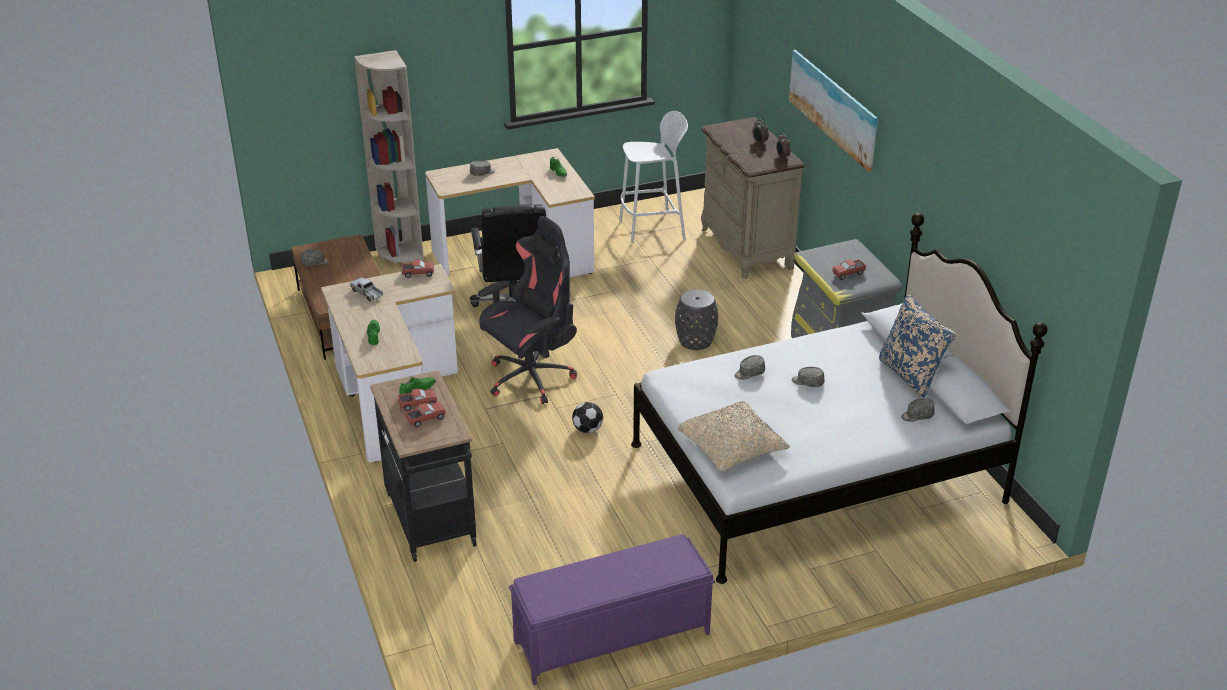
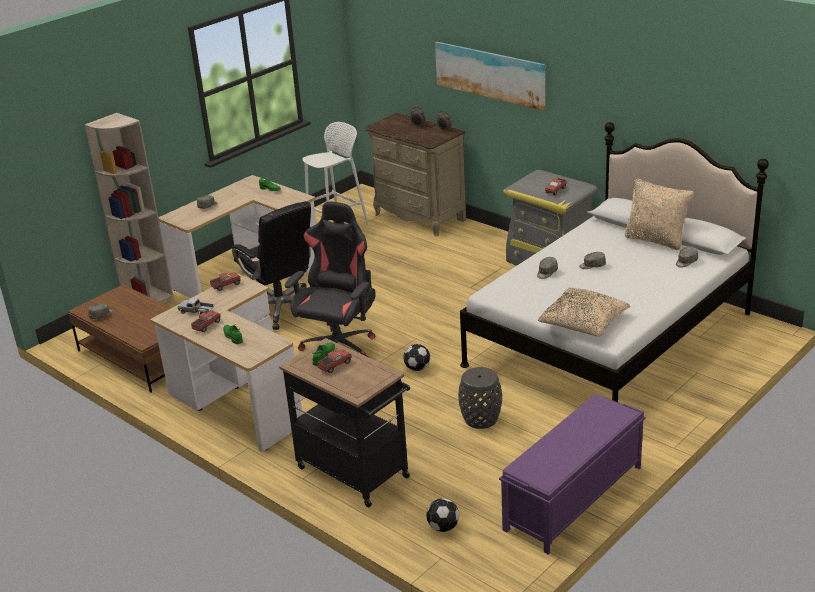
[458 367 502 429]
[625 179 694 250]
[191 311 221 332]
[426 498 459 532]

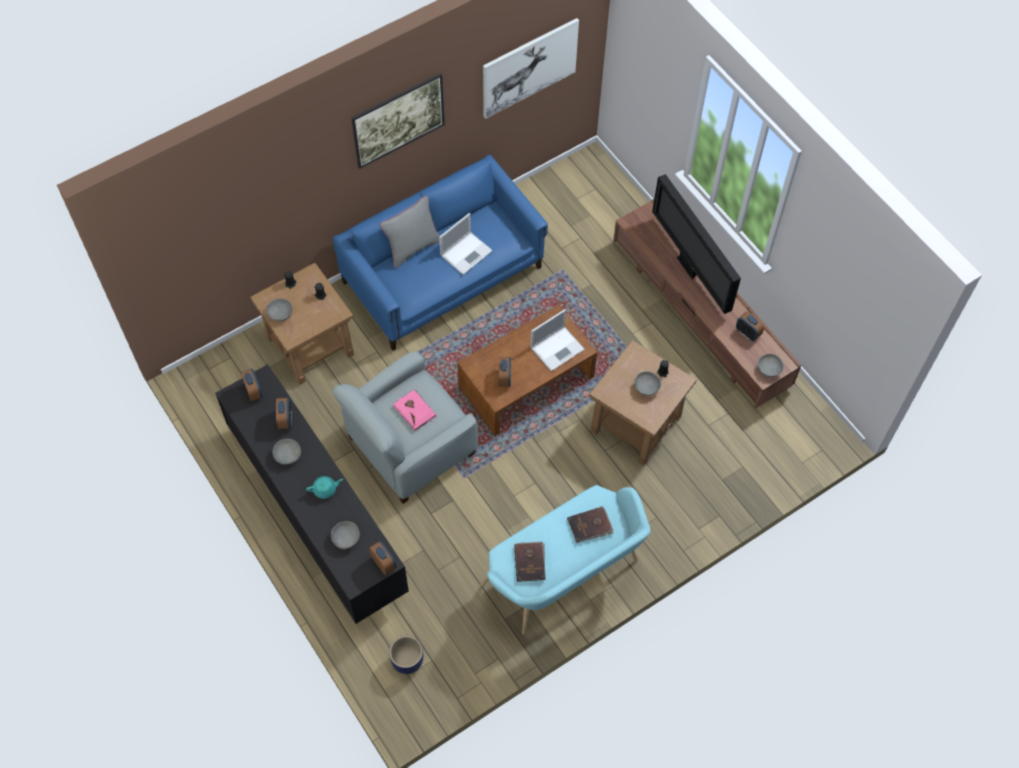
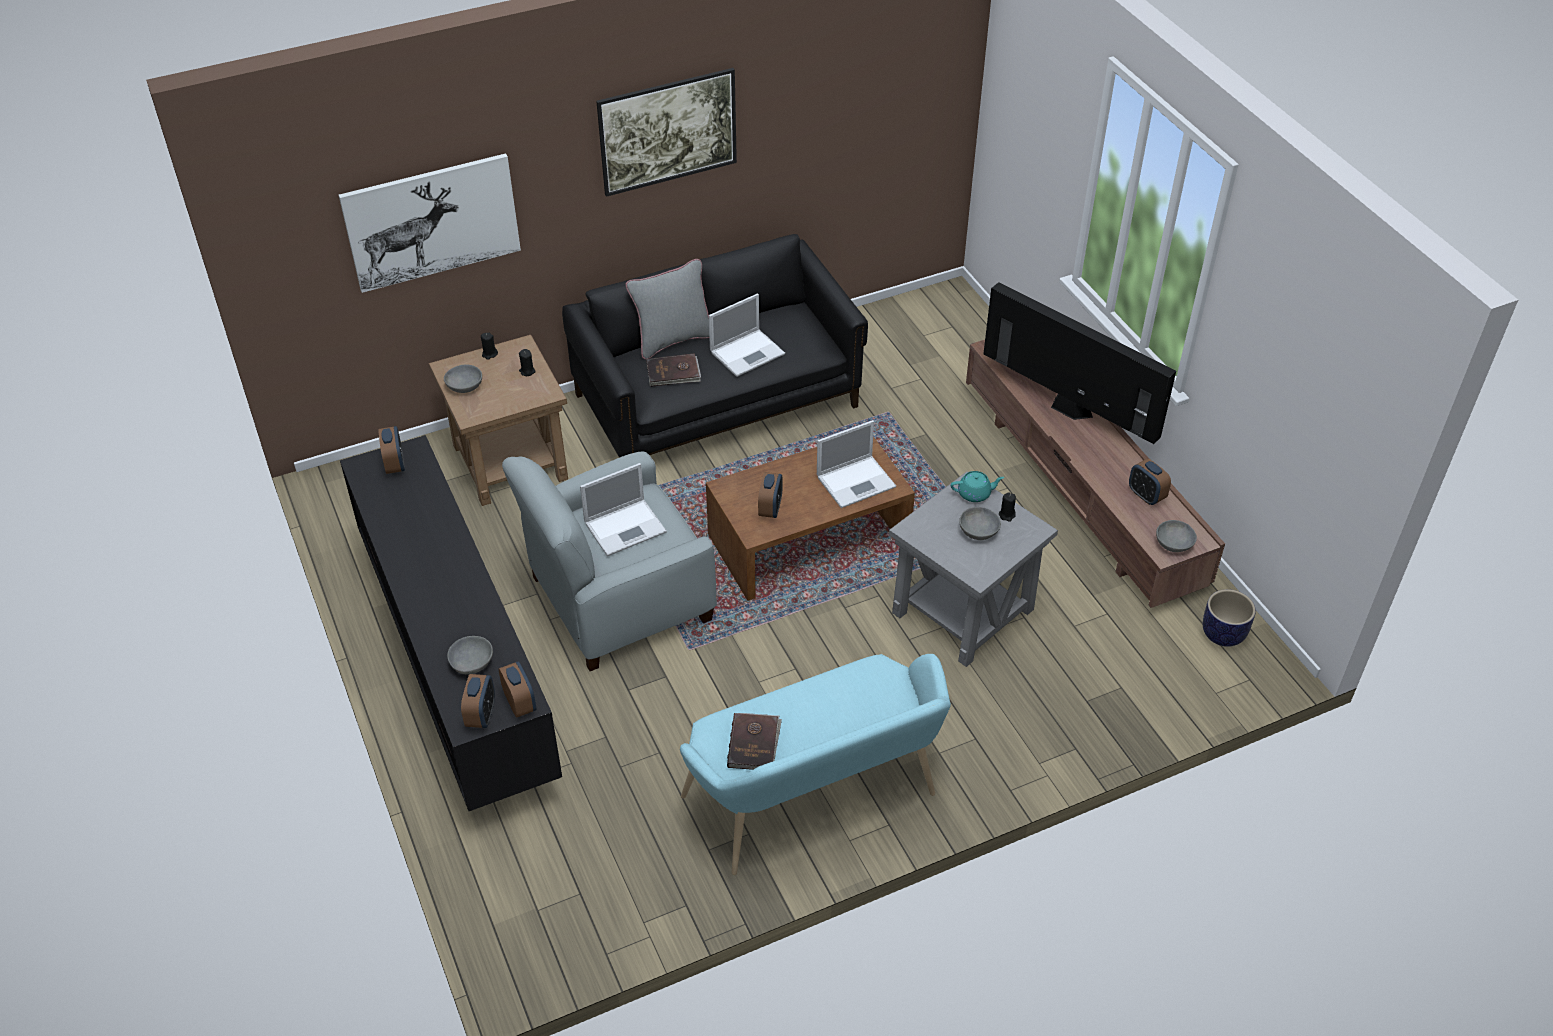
[339 153 521 293]
[562 234 868 458]
[983 282 1176 444]
[889 471 1058 667]
[580 463 667 556]
[461 674 495 728]
[273 439 301 464] (first image)
[951 471 1004 502]
[646 353 701 387]
[1203 589 1256 647]

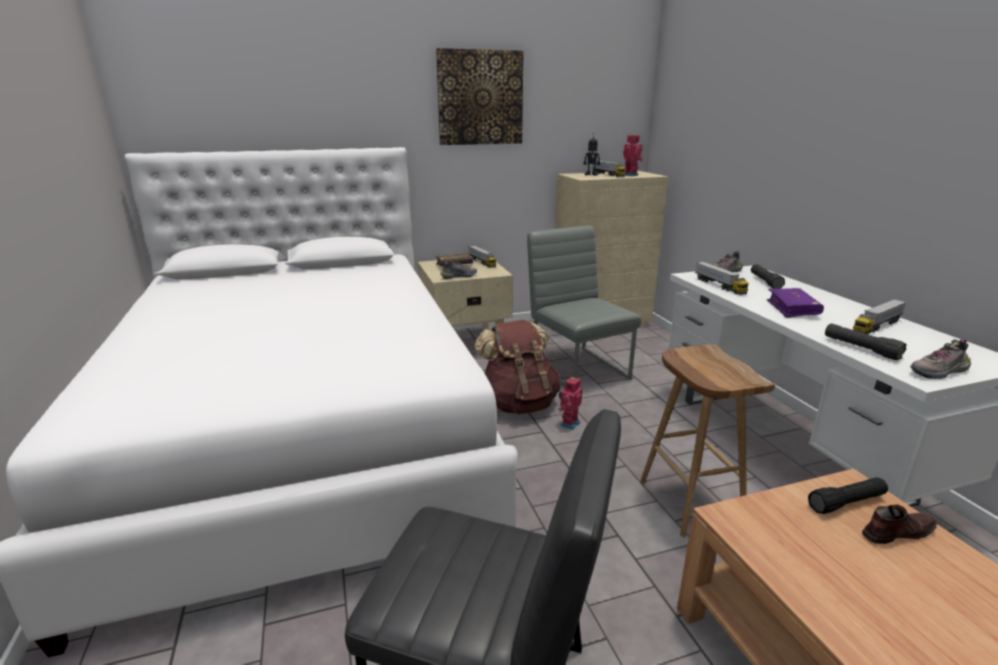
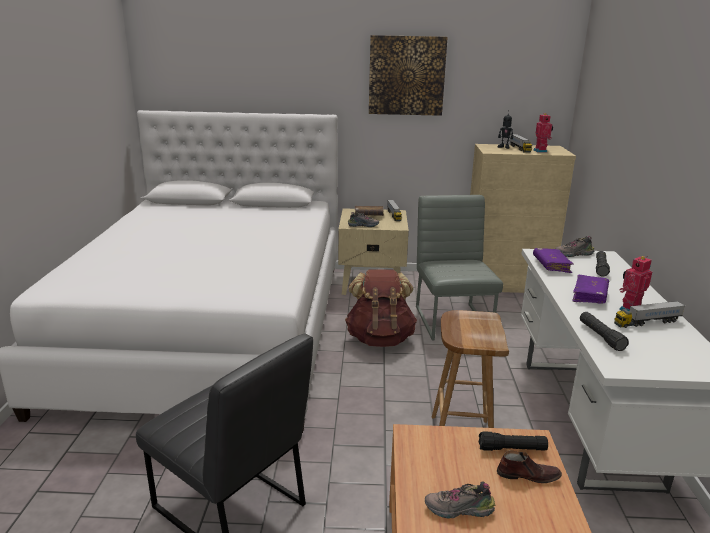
[533 248 574 273]
[425 481 495 519]
[619 256 652 311]

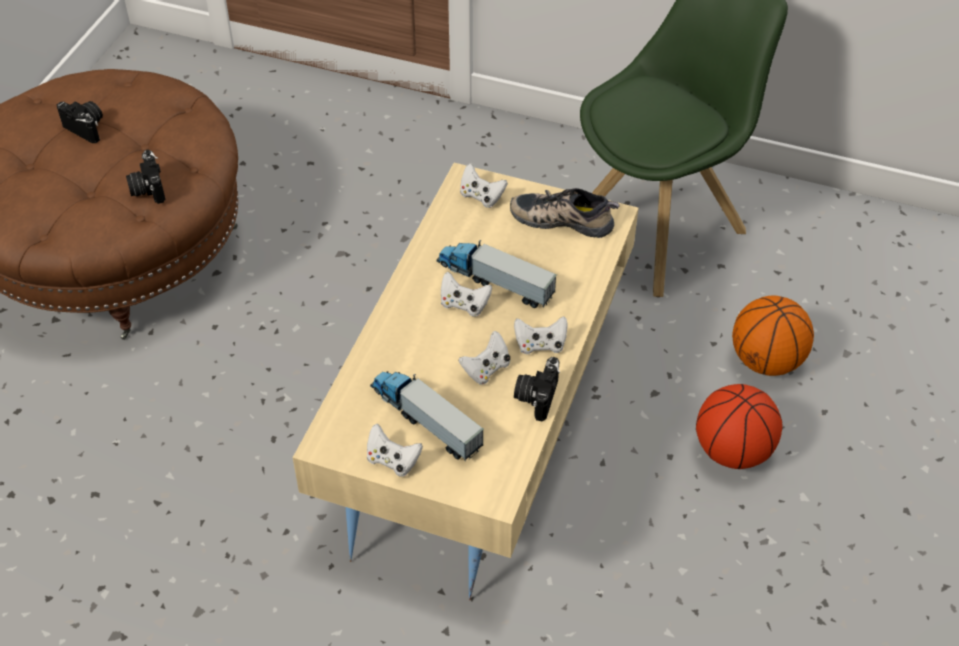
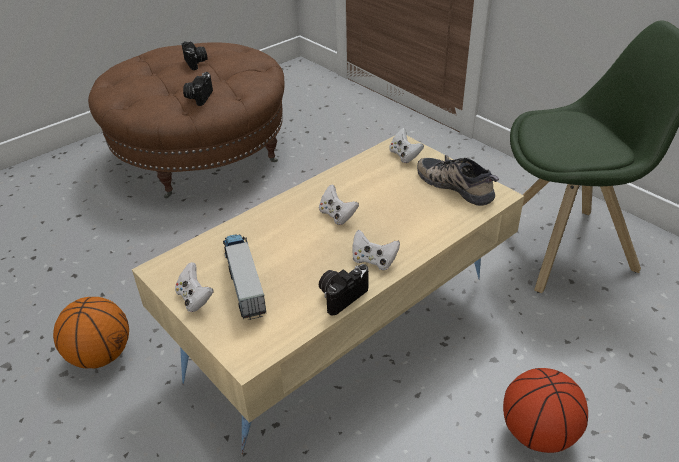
[436 240 557 308] (first image)
[53 297 129 368]
[459 331 510 385] (first image)

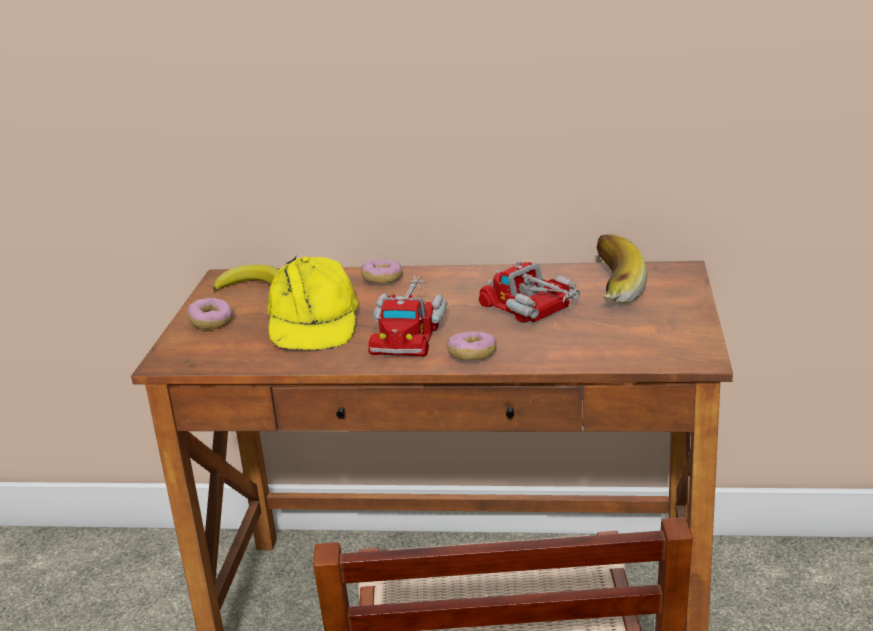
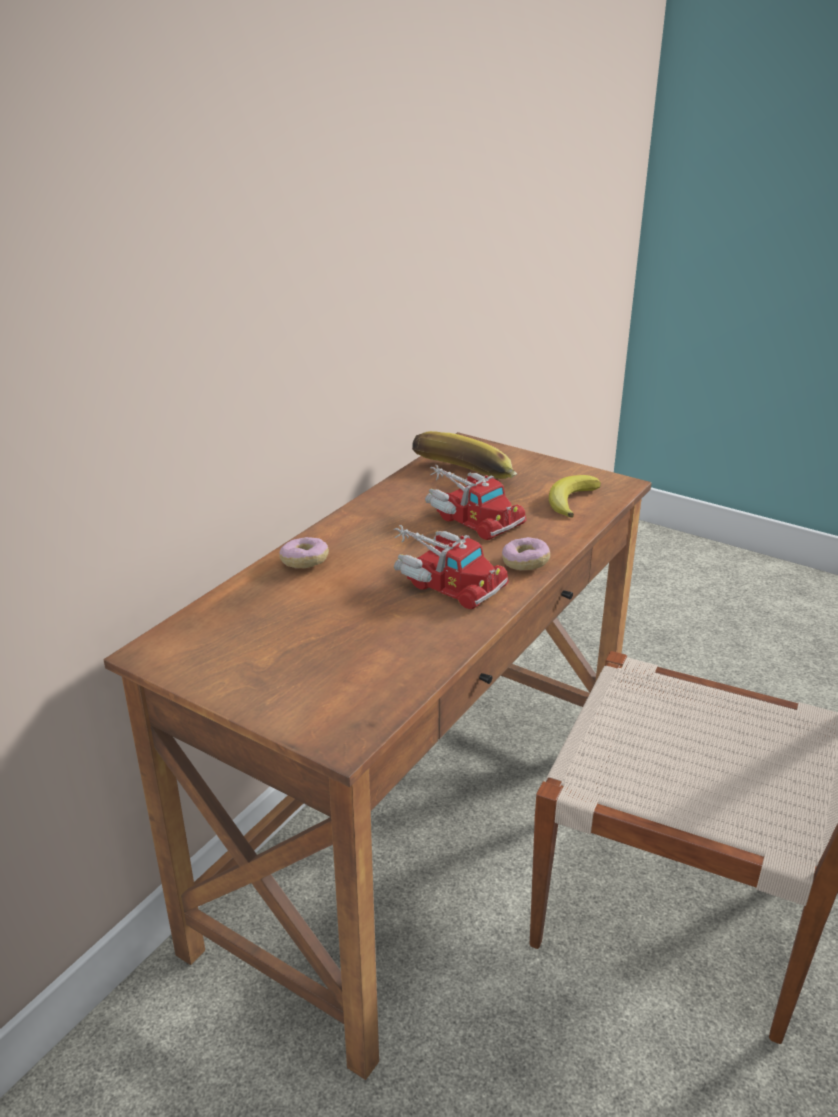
[267 256 359 350] (first image)
[425 465 526 540]
[549 475 601 518]
[187 298 233 329] (first image)

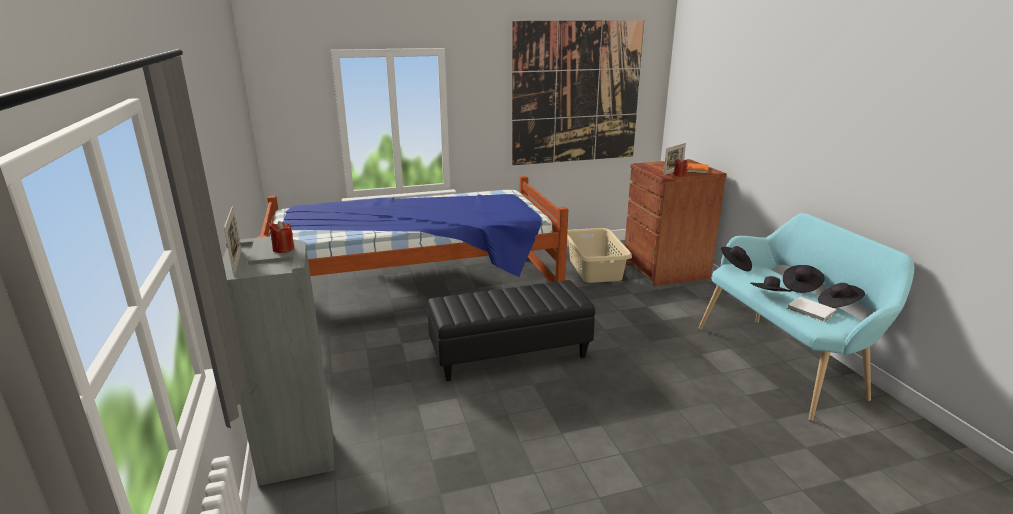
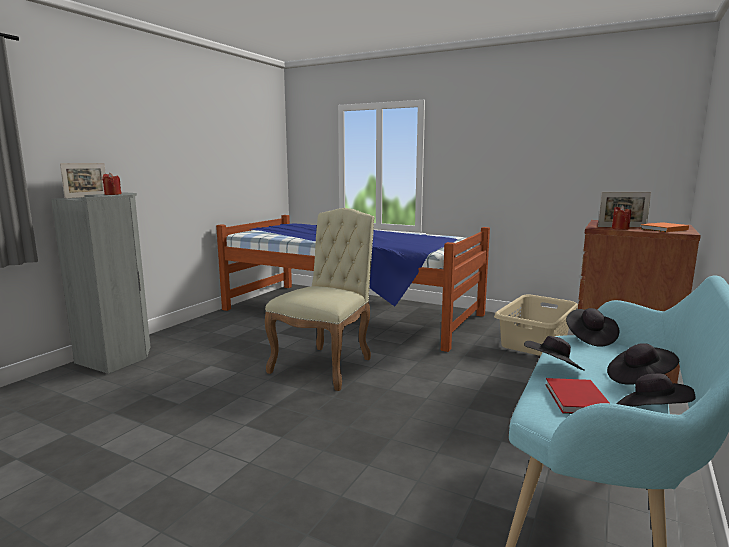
[512 20 644 165] (first image)
[265 208 375 391]
[545 378 609 414]

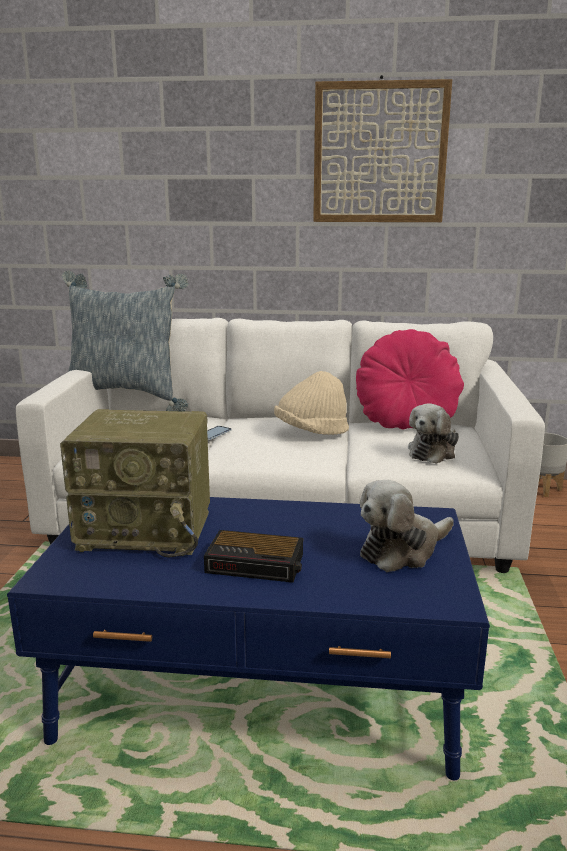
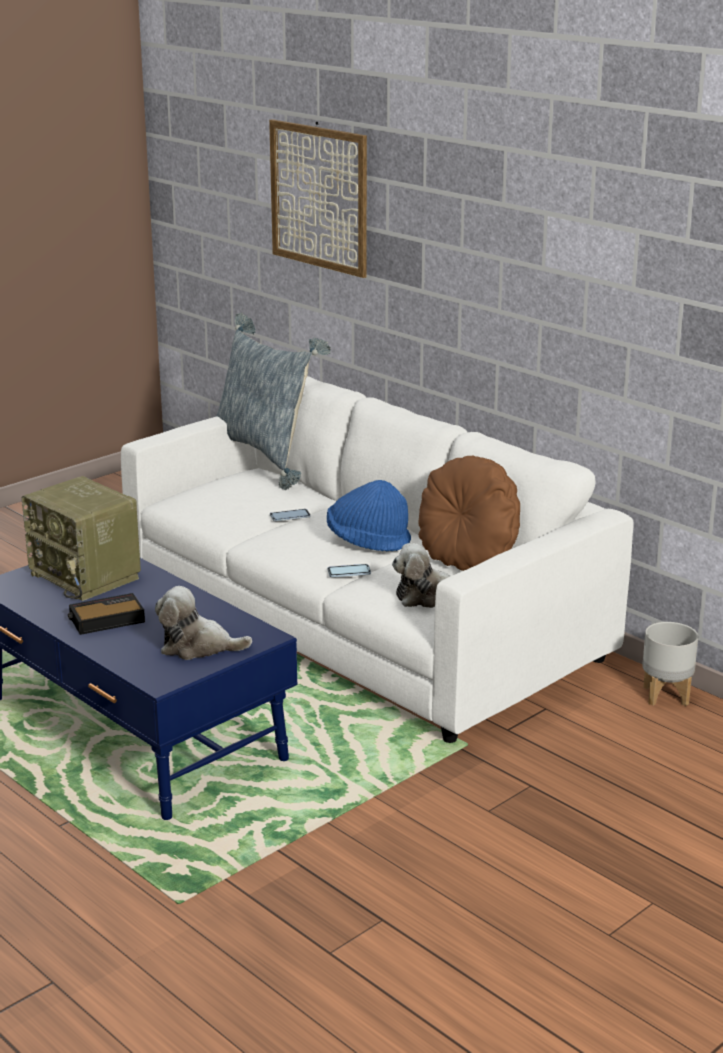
[269 119 367 278]
[418 456 520 571]
[327 480 411 551]
[68 593 145 635]
[327 564 371 577]

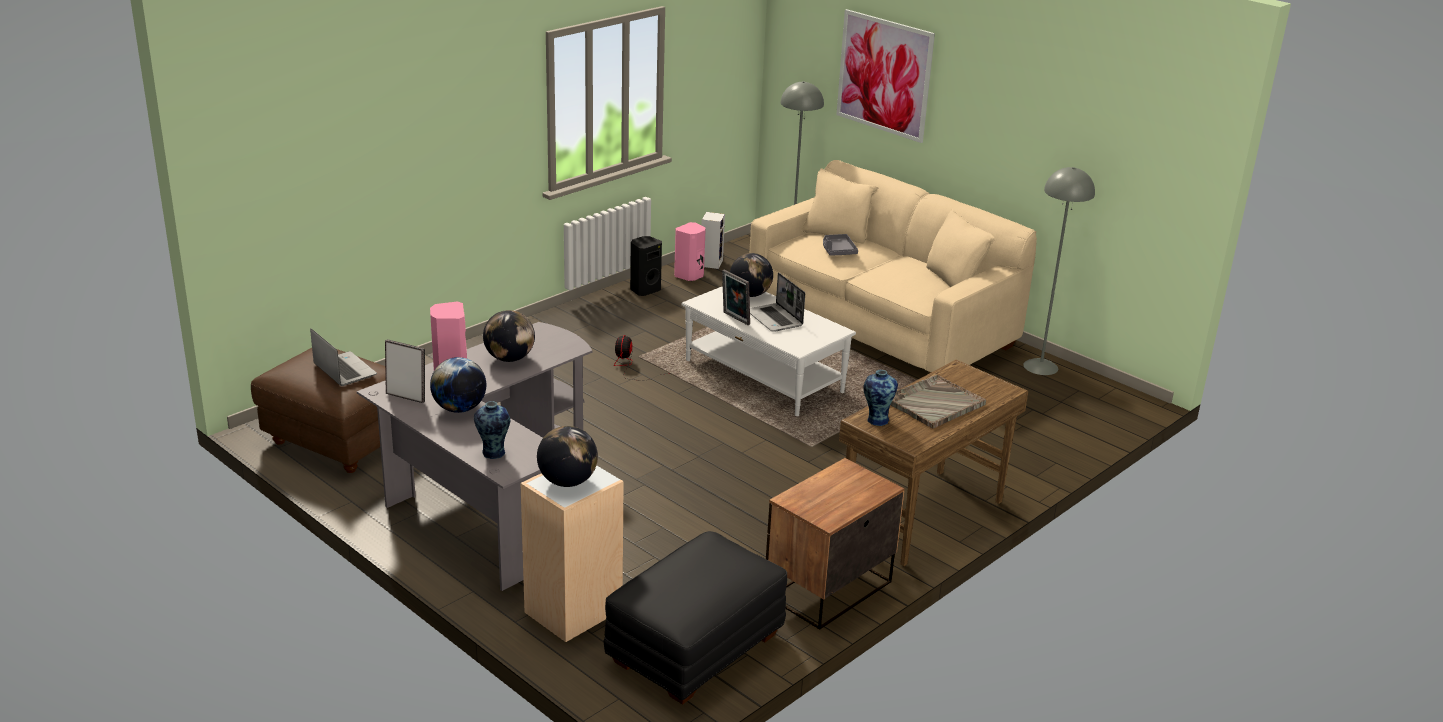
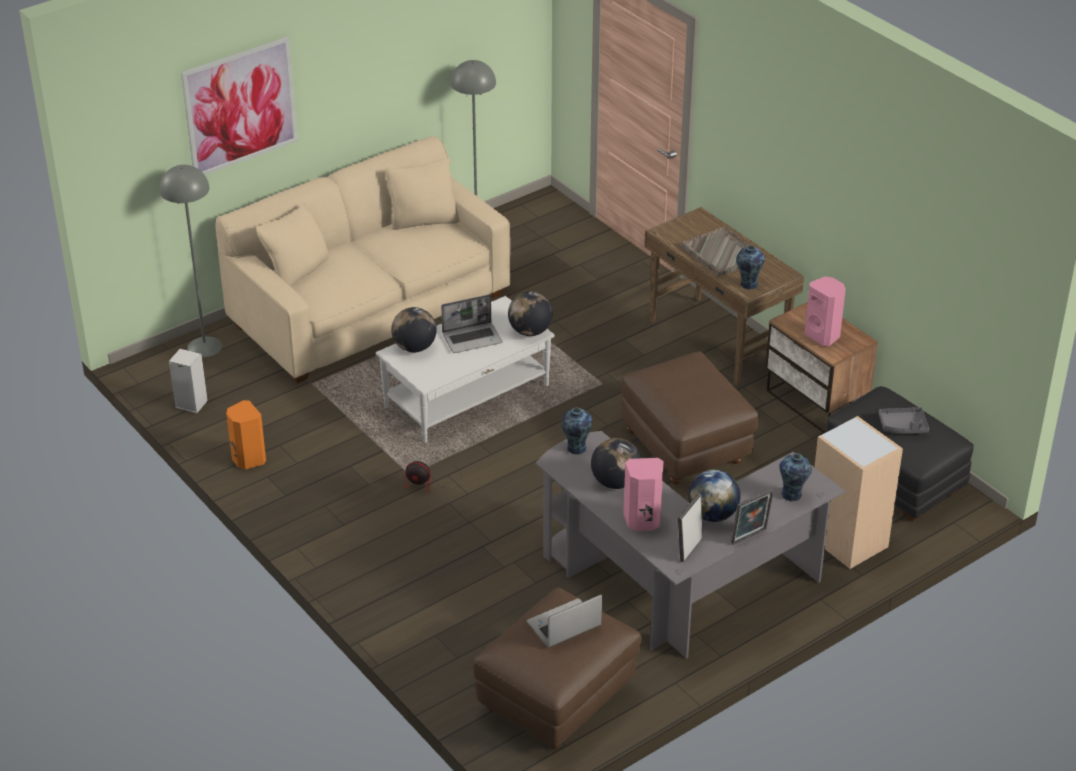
[805 277 846 346]
[878 407 929 434]
[226 400 266 470]
[731 489 774 545]
[508 291 553 336]
[621 351 759 485]
[561 408 592 455]

